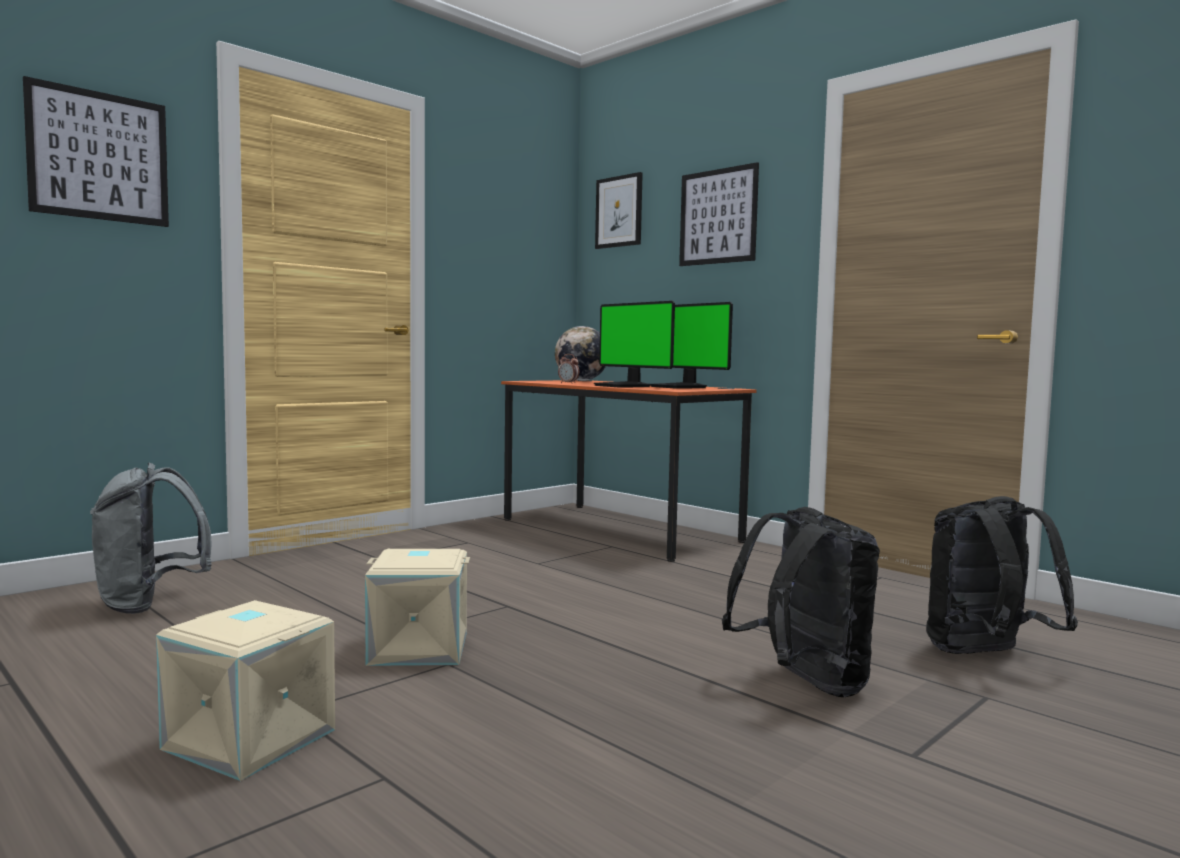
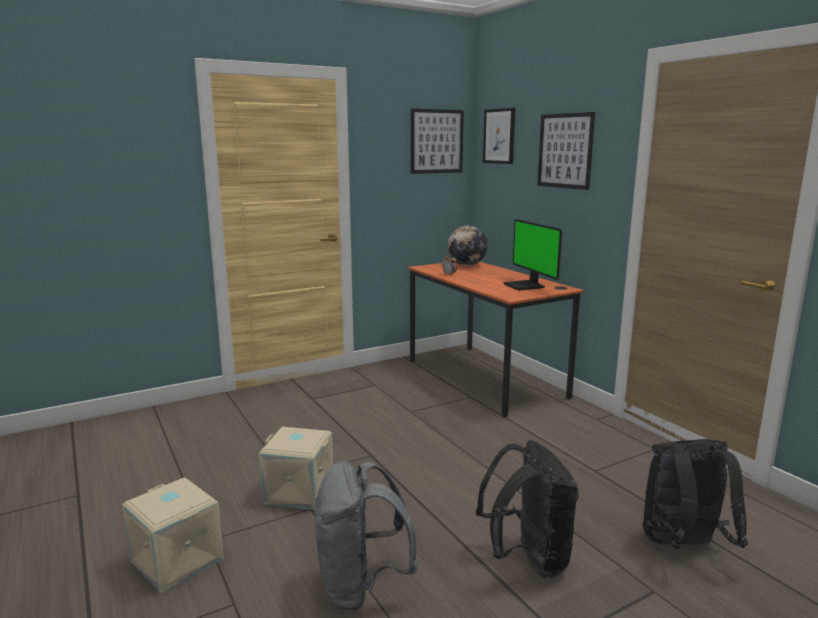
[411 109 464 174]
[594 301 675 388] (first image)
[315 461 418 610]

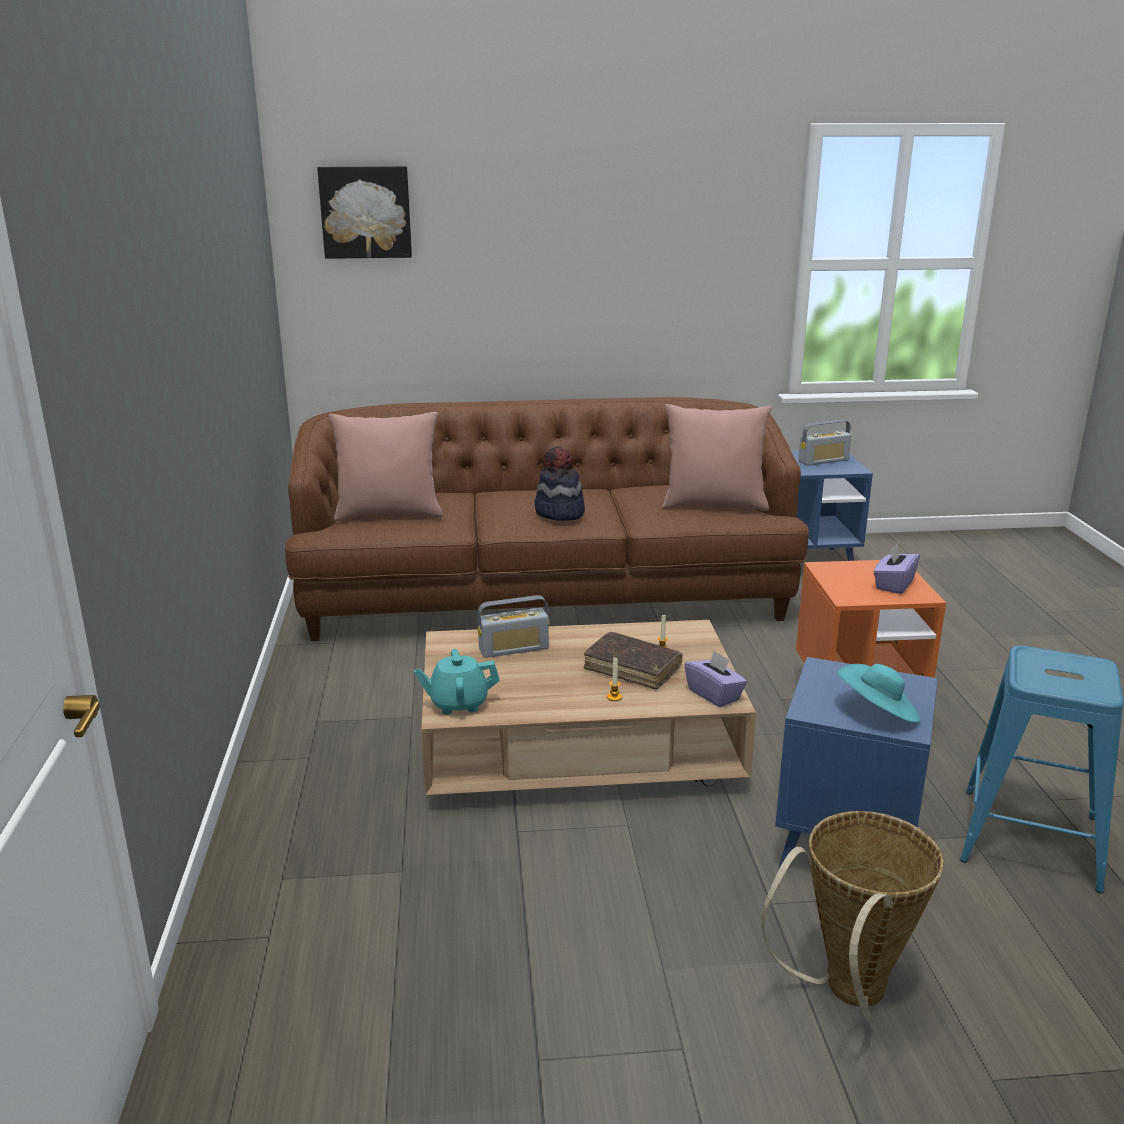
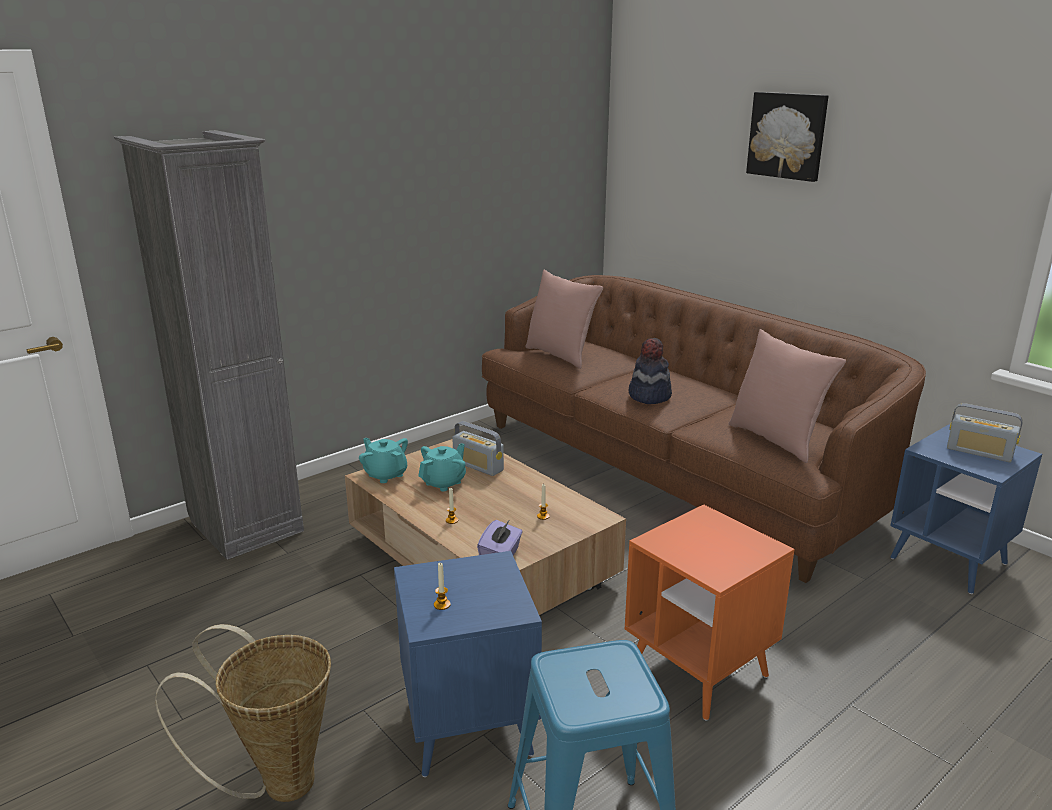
[746 92 828 182]
[873 543 920 594] (first image)
[583 632 683 690] (first image)
[434 563 451 610]
[114 130 304 560]
[419 443 466 491]

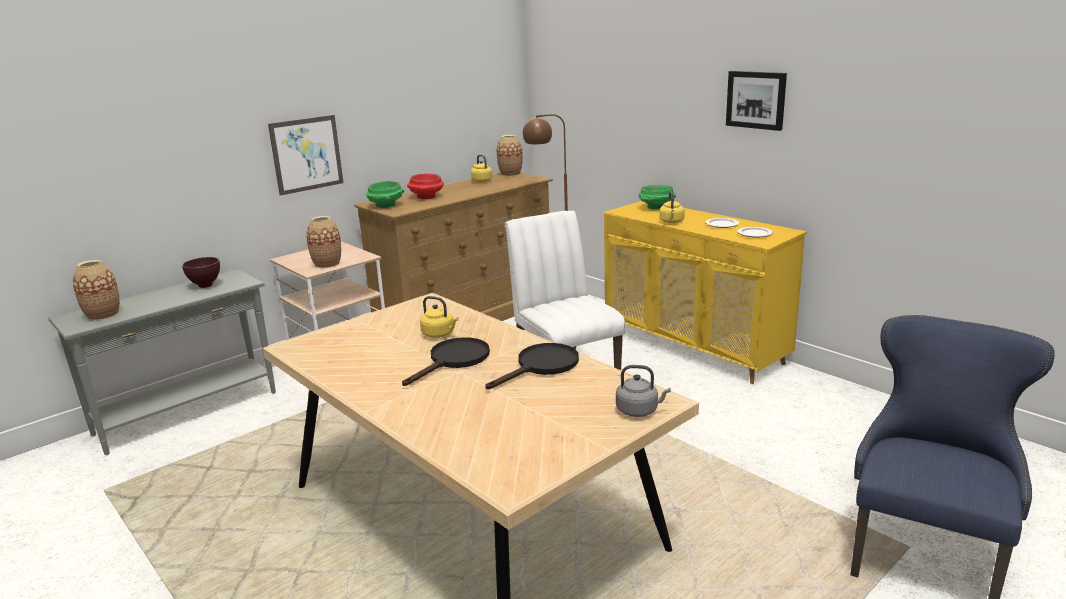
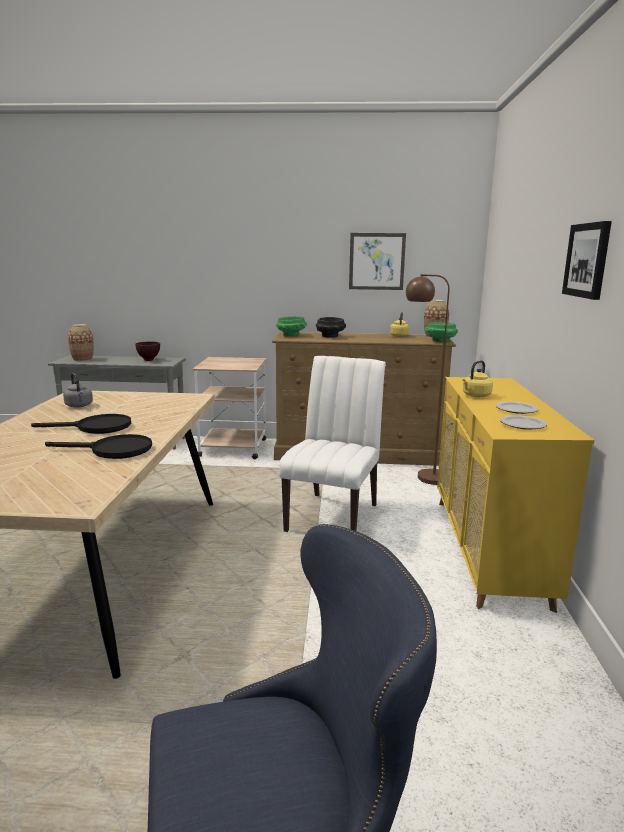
[349 233 406 290]
[316 317 346 338]
[425 322 458 342]
[306 216 341 268] (first image)
[420 296 459 338] (first image)
[63 373 93 407]

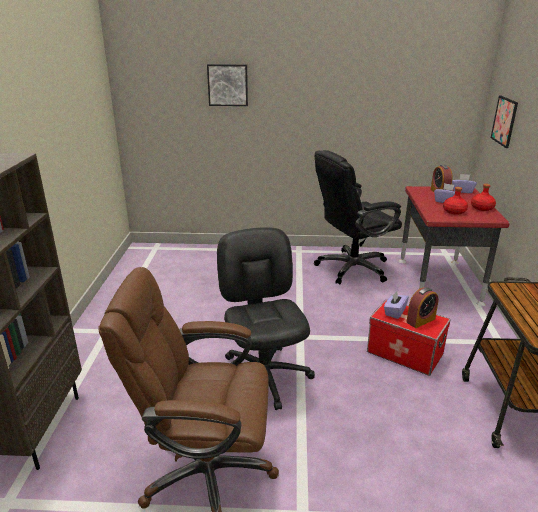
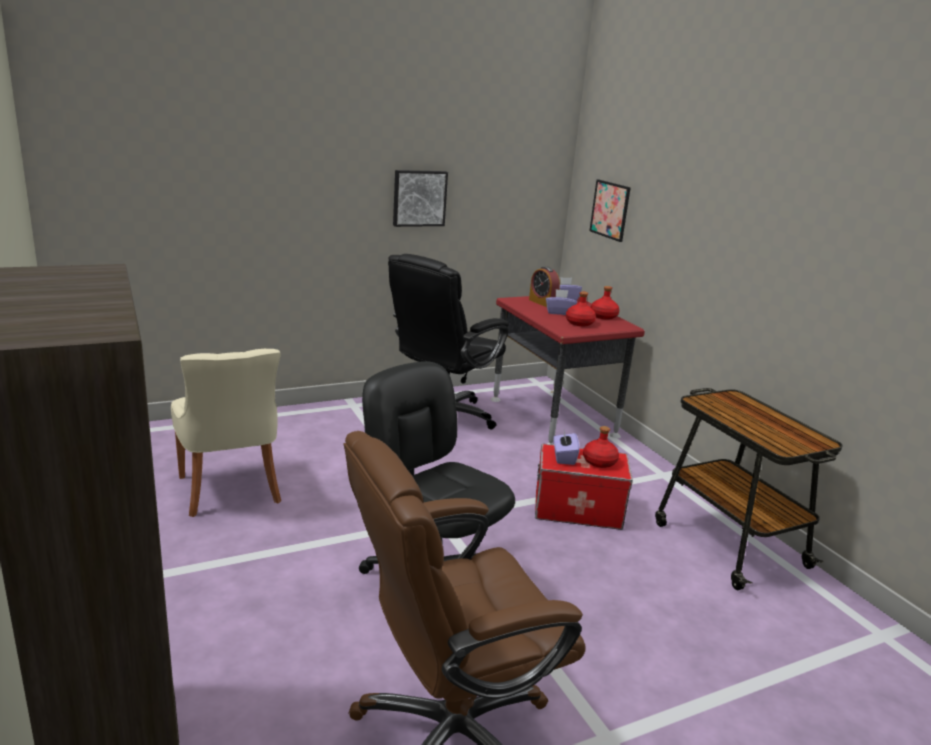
[393 170 448 227]
[583 426 619 468]
[171 349 281 517]

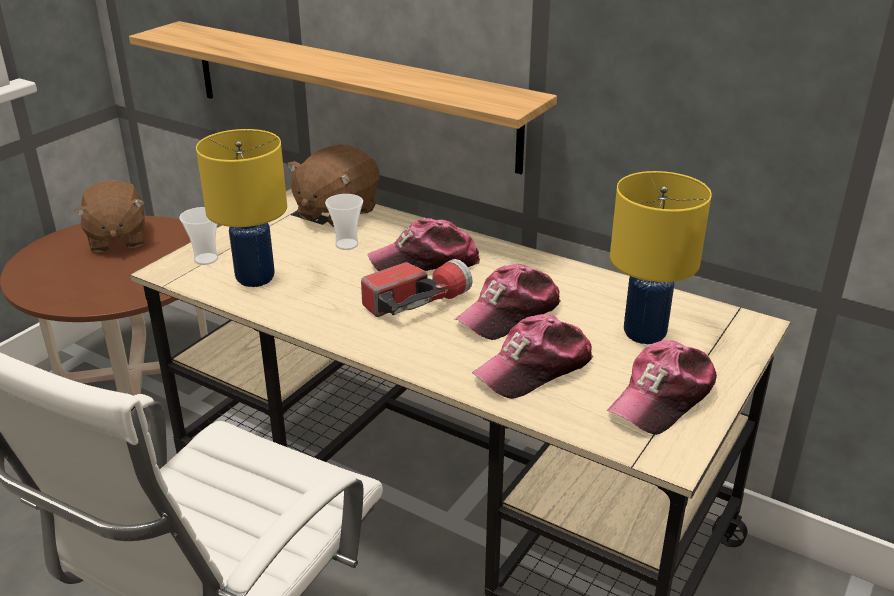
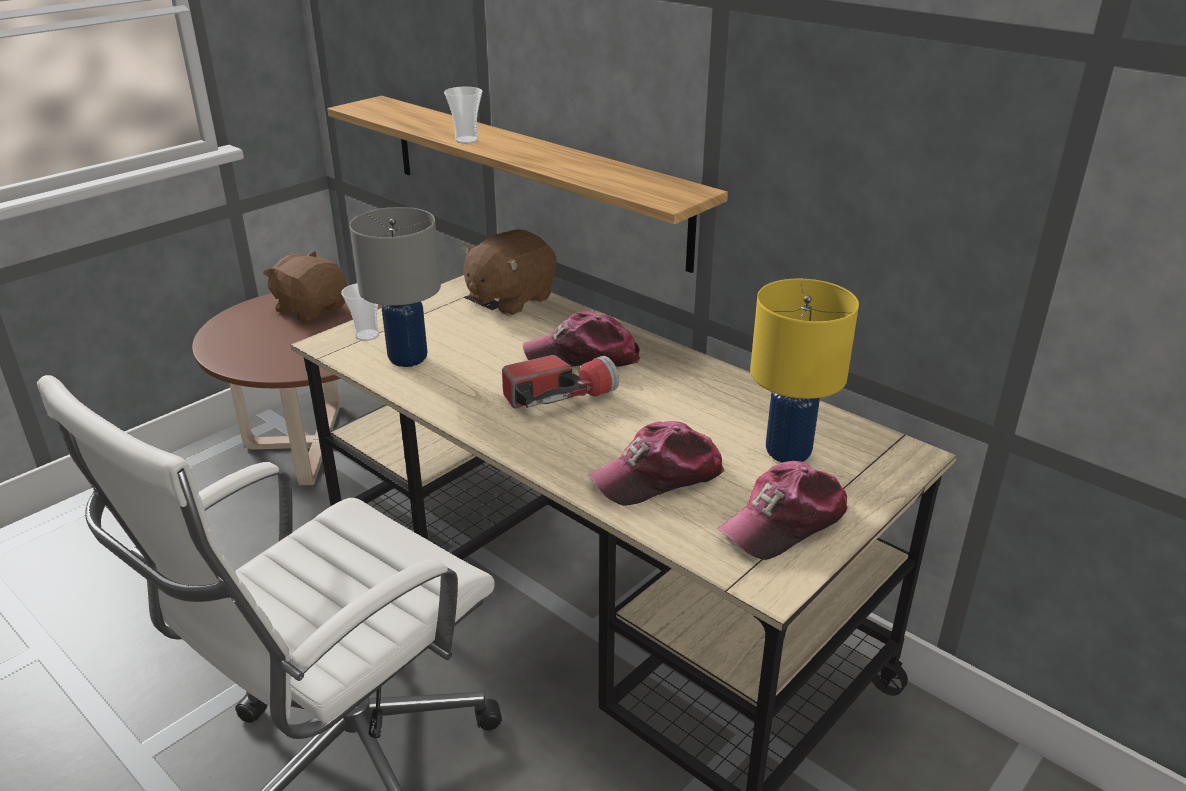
[350 207 441 367]
[263 251 347 323]
[444 87 483 144]
[455 264 561 340] (first image)

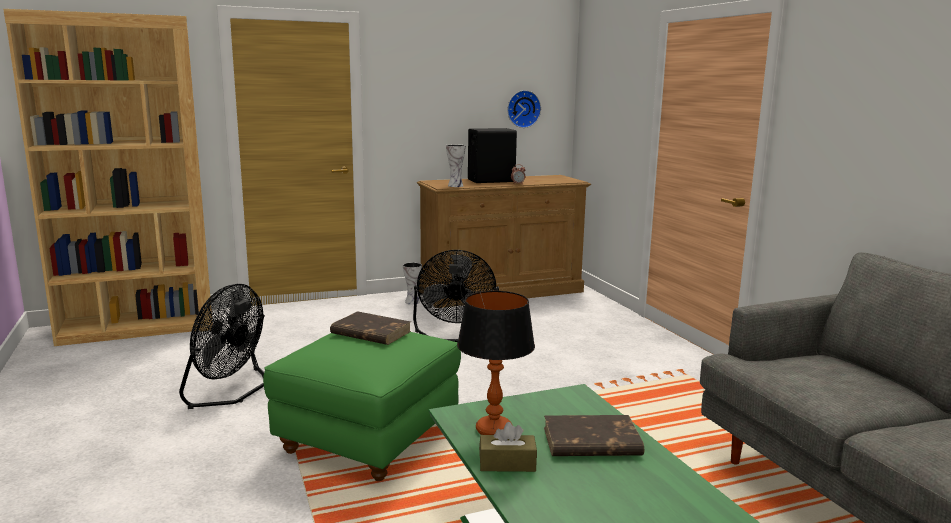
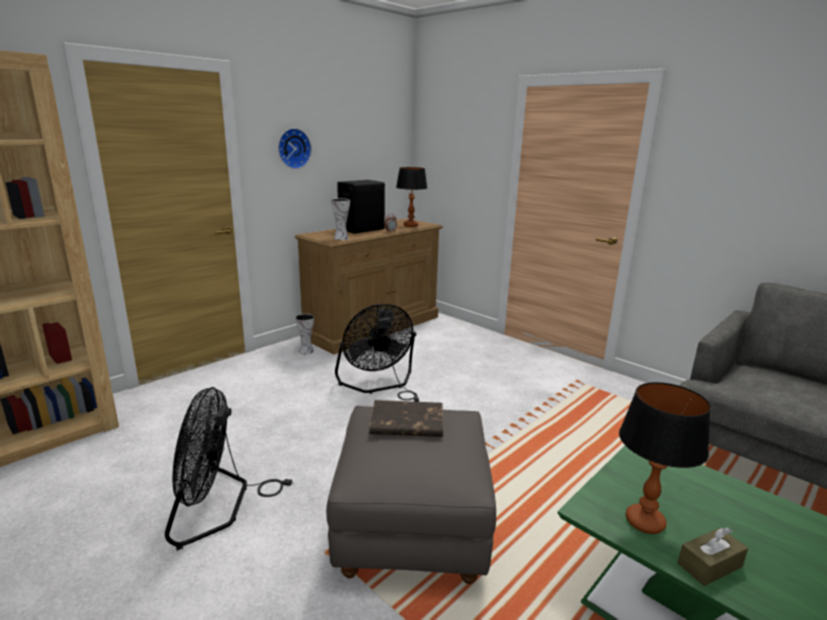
[278 128 311 169]
[326 406 496 584]
[544 415 644 456] (first image)
[396 167 427 227]

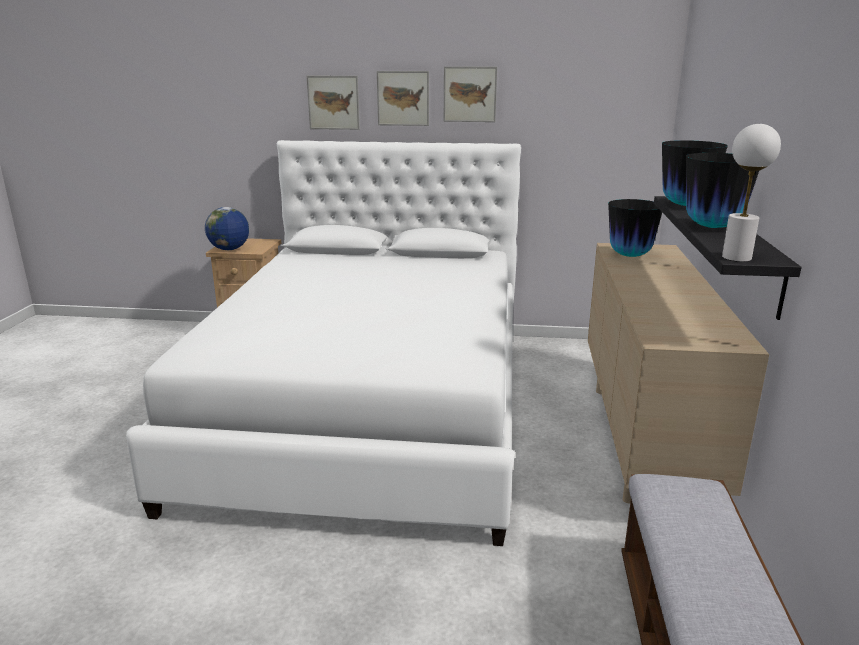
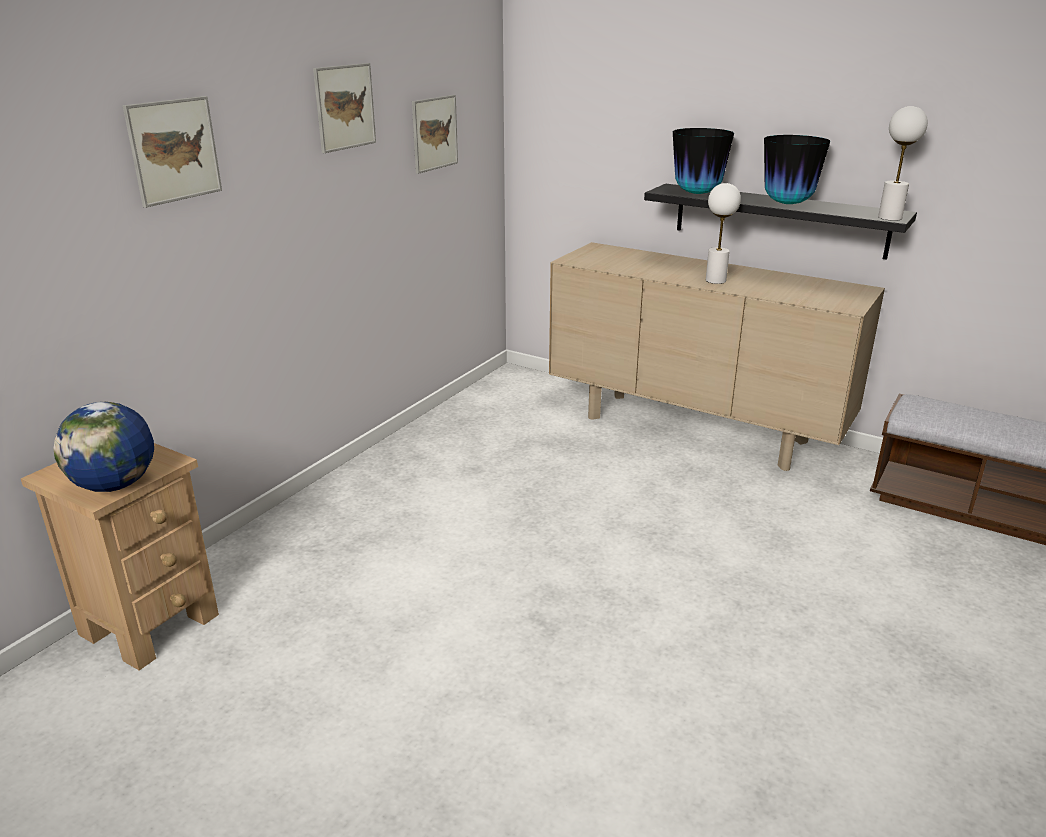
[412 95 458 174]
[126 140 521 546] (first image)
[608 199 662 257] (first image)
[706 183 741 284]

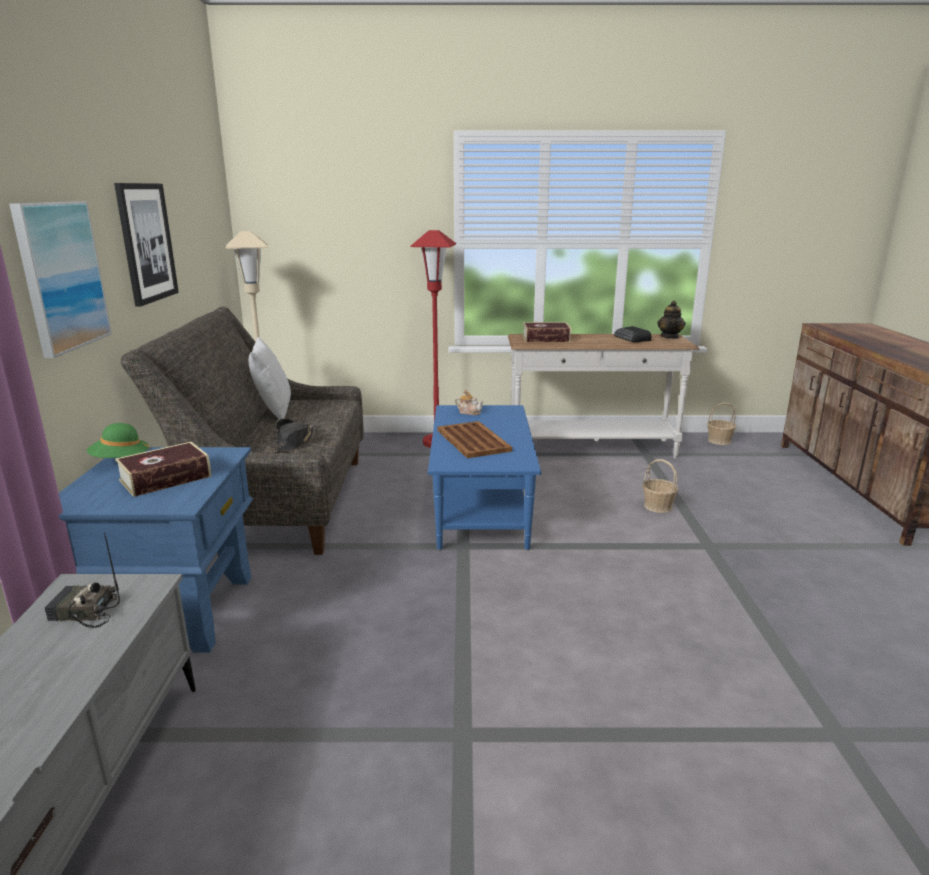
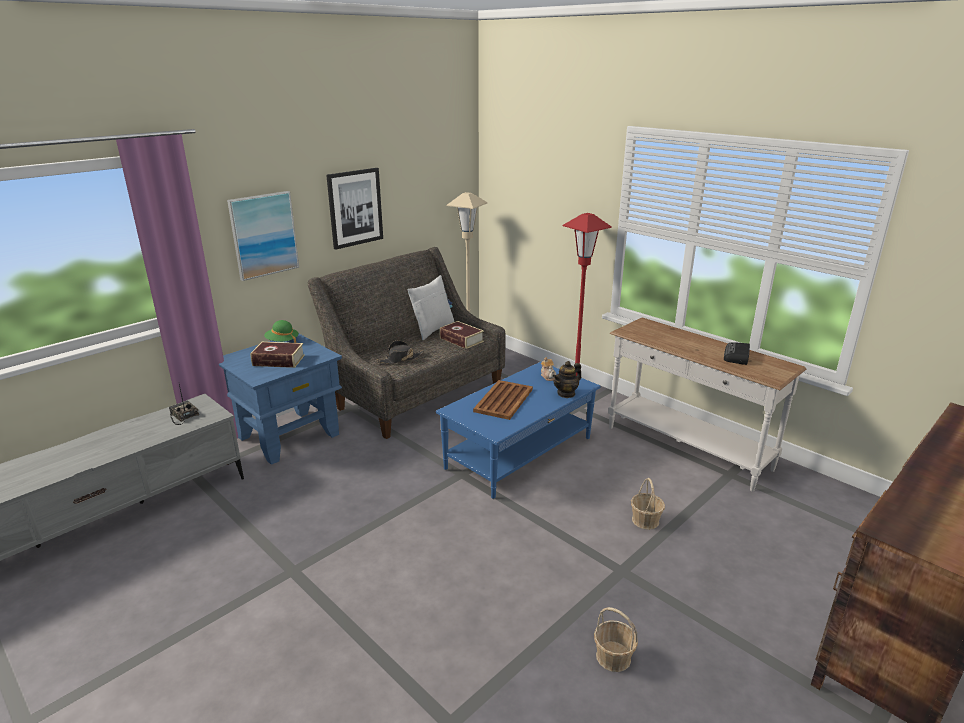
[553 361 581 398]
[440 321 484 349]
[594 607 638 672]

